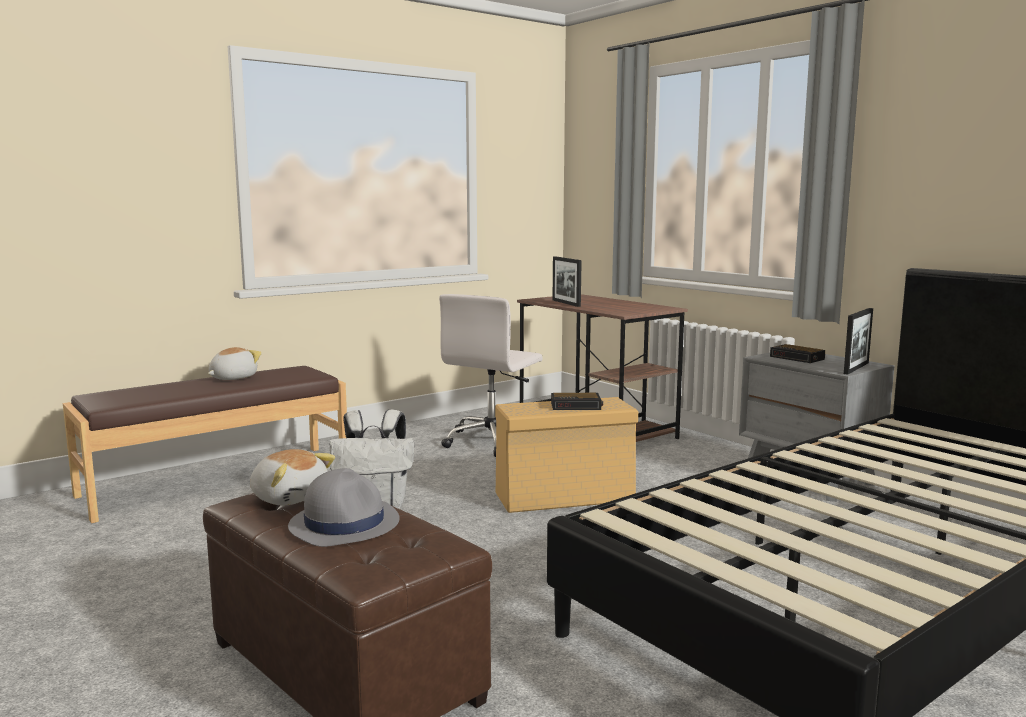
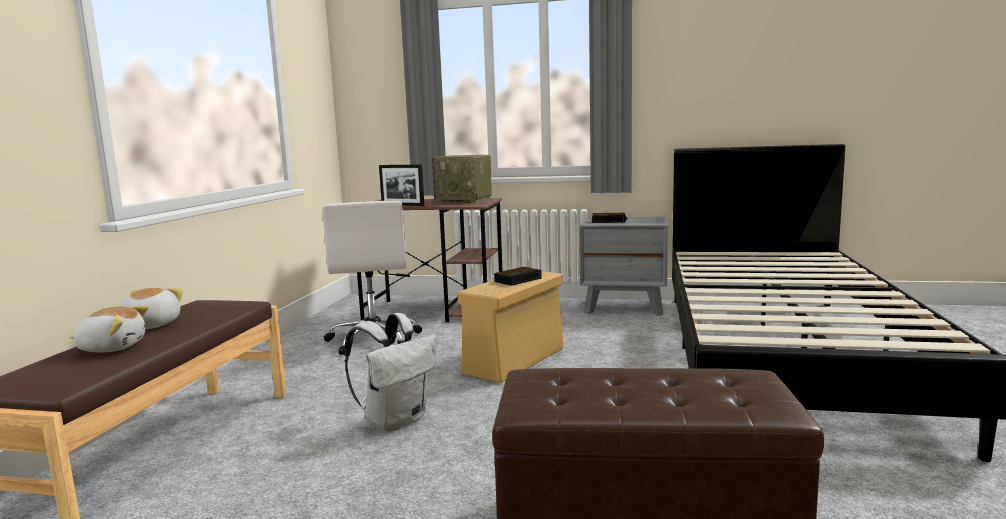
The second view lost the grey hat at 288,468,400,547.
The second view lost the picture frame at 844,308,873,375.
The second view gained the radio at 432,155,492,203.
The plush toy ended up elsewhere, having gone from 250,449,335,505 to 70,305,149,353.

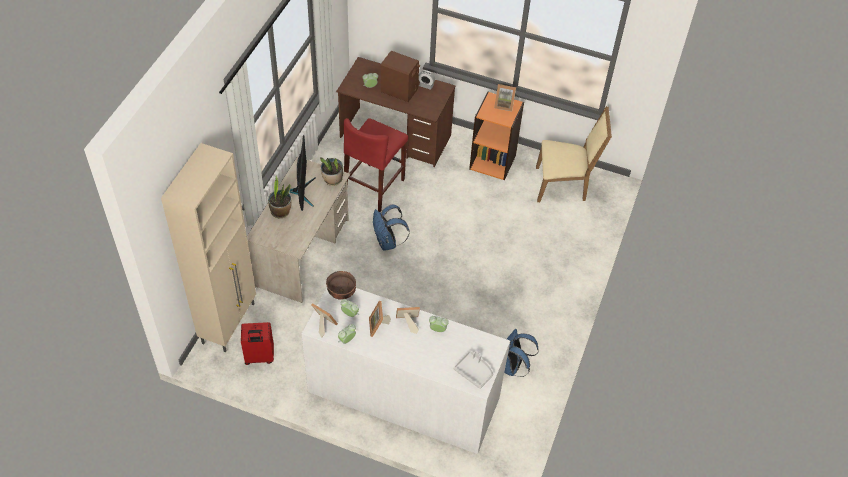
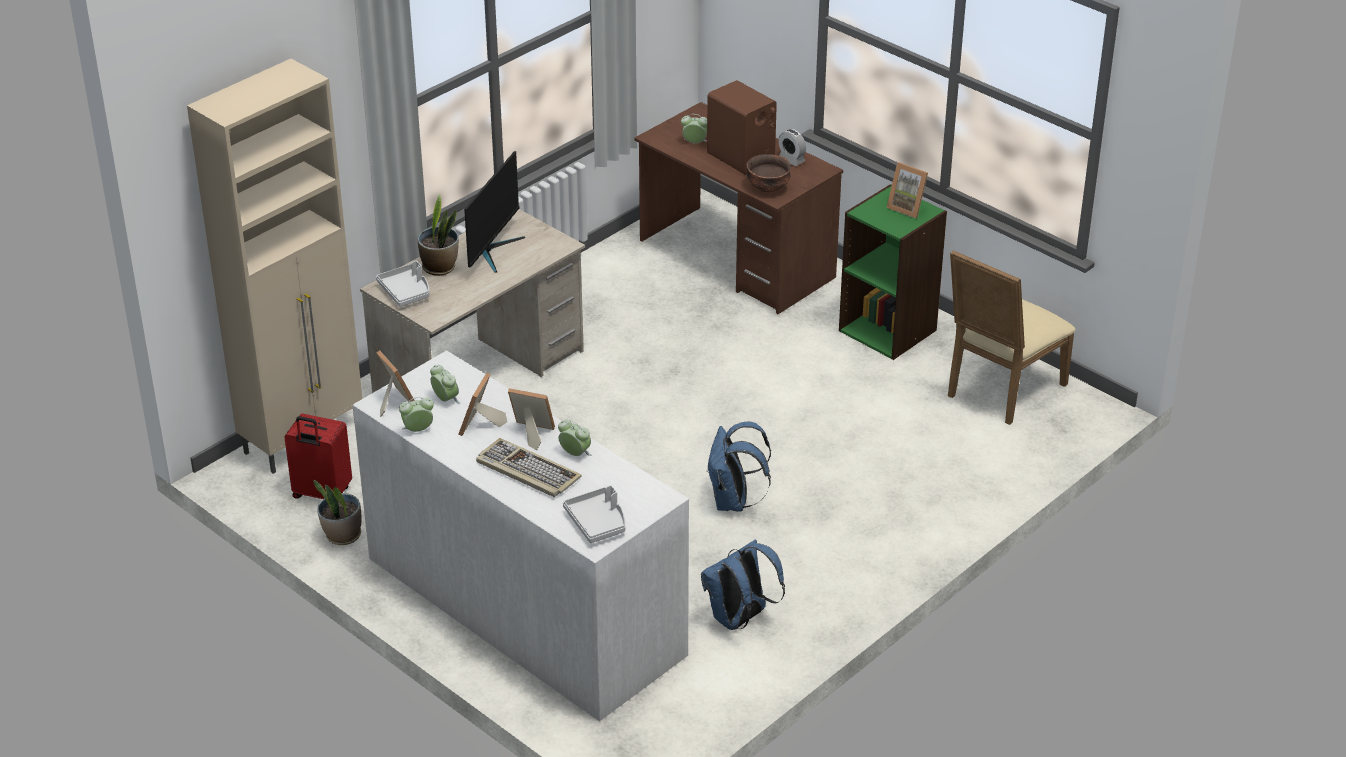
The second view lost the red stool at 344,118,408,212.
The second view gained the grey tray at 376,261,429,307.
The second view gained the keyboard at 476,438,582,497.
The potted plant ended up elsewhere, having gone from 320,157,343,186 to 313,480,362,545.
The brown bowl ended up elsewhere, having gone from 326,271,356,300 to 747,154,791,192.
The blue backpack ended up elsewhere, having gone from 373,204,410,251 to 707,421,771,512.
What was the orange bookcase at 469,91,524,180 turned into the green bookcase at 839,184,947,360.
The beige chair at 536,106,612,202 ended up facing another way, 105 degrees clockwise from before.

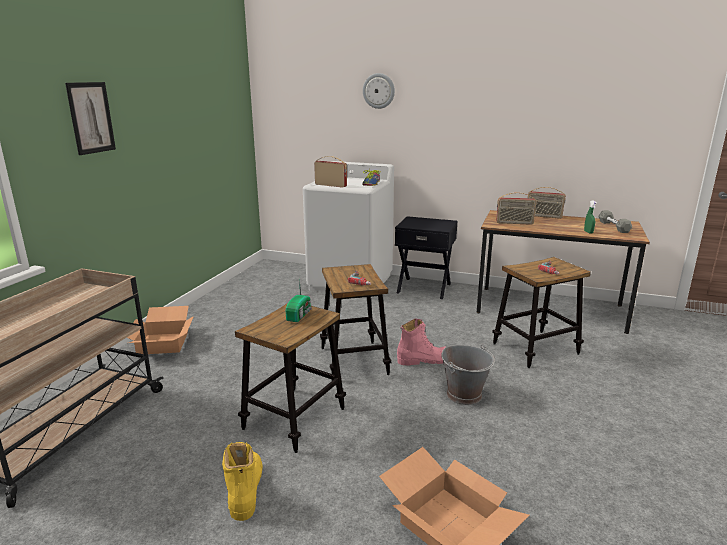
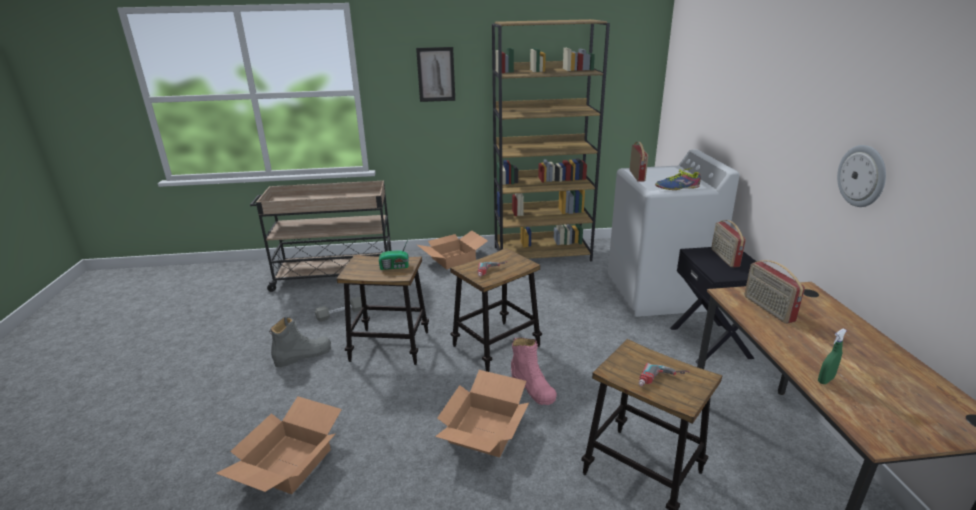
The second view gained the brown bookcase at 492,19,610,261.
The wall clock ended up elsewhere, having gone from 363,73,395,109 to 837,145,886,207.
The radio ended up elsewhere, having gone from 528,187,566,219 to 711,220,746,267.
The grey dumbbell ended up elsewhere, having gone from 598,210,632,233 to 315,297,362,322.
Where the grey bucket stood at 441,344,495,405, the cardboard box came to stand at 435,370,529,457.
What was the yellow boot at 222,442,263,521 turned into the grey boot at 269,317,331,367.

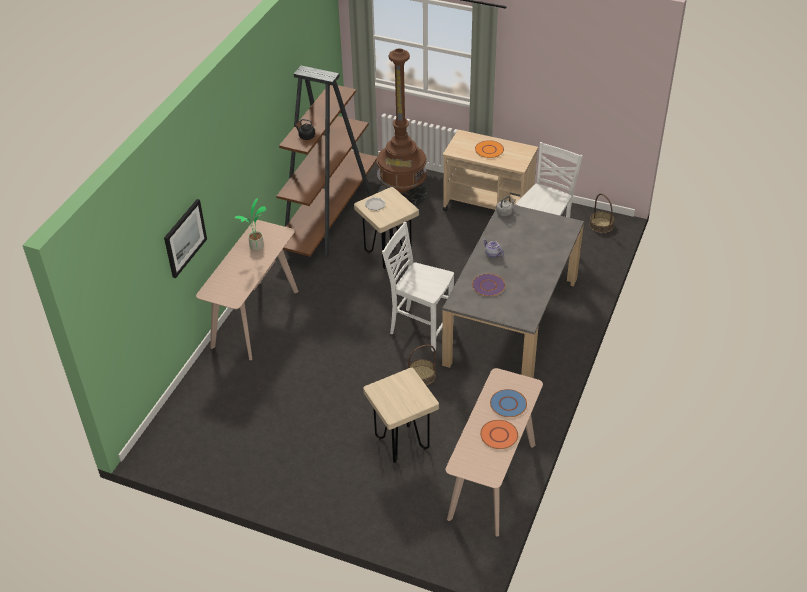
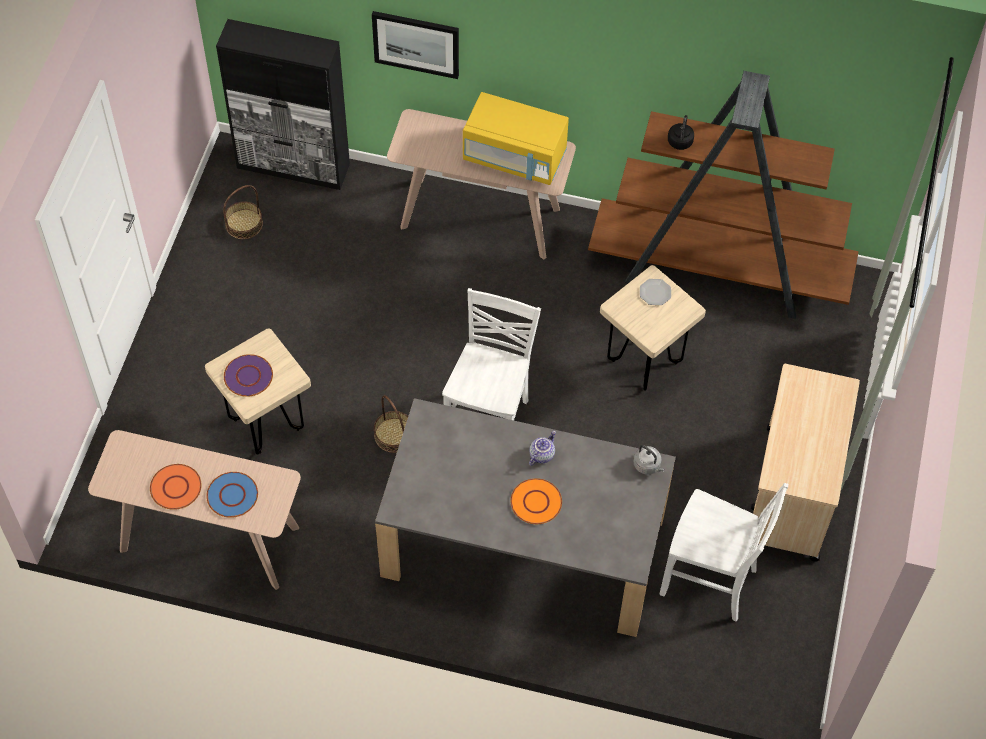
The second view lost the brown floor lamp at 377,48,427,207.
The second view gained the black cabinet at 216,19,350,190.
The purple plate ended up elsewhere, having gone from 472,274,505,296 to 224,354,273,397.
The orange plate ended up elsewhere, having gone from 475,140,504,158 to 511,478,562,524.
The basket ended up elsewhere, having gone from 589,194,615,233 to 223,185,263,239.
Where the potted plant stood at 235,198,266,251, the yellow microwave came to stand at 463,92,569,185.

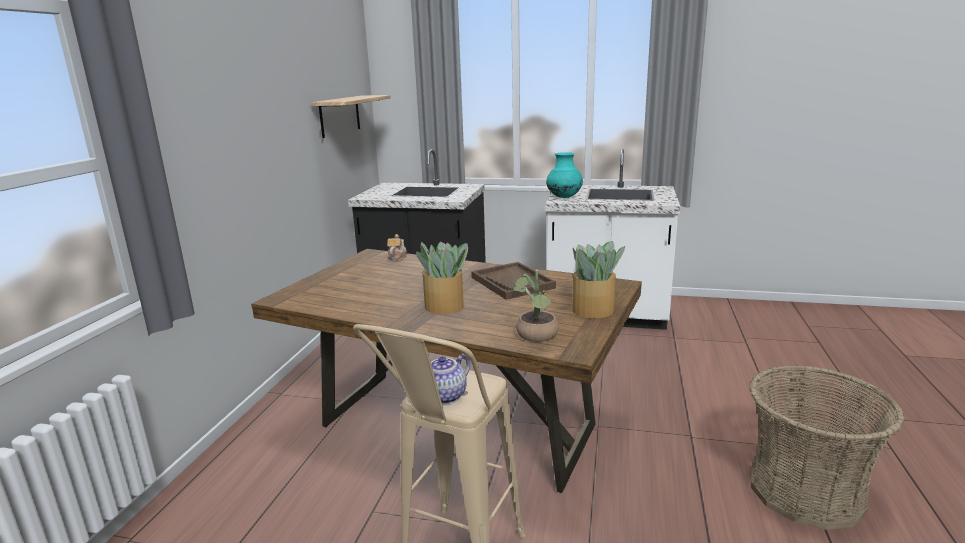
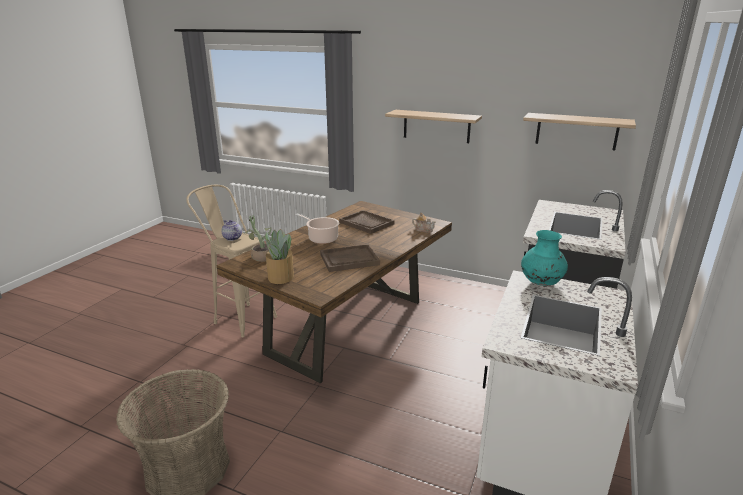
The second view gained the brown tray at 339,210,394,234.
The second view gained the shelf at 385,110,482,143.
Where the potted plant stood at 416,242,468,314, the cooking pot came to stand at 295,213,339,244.

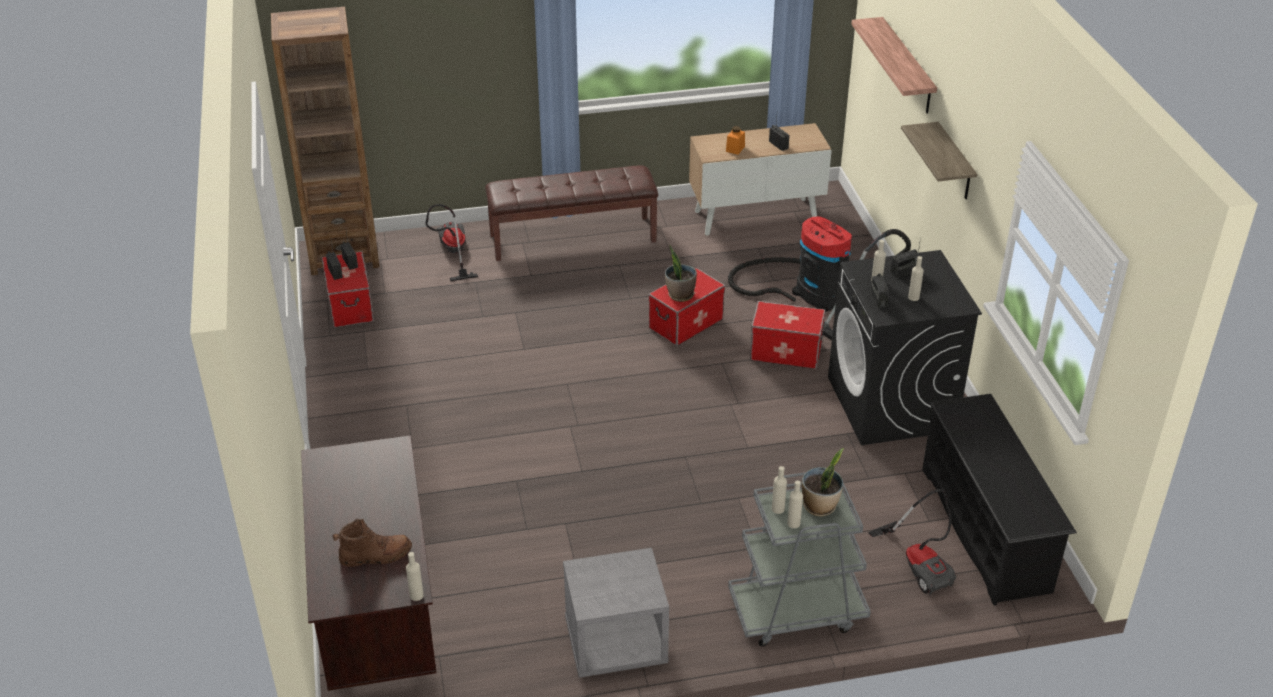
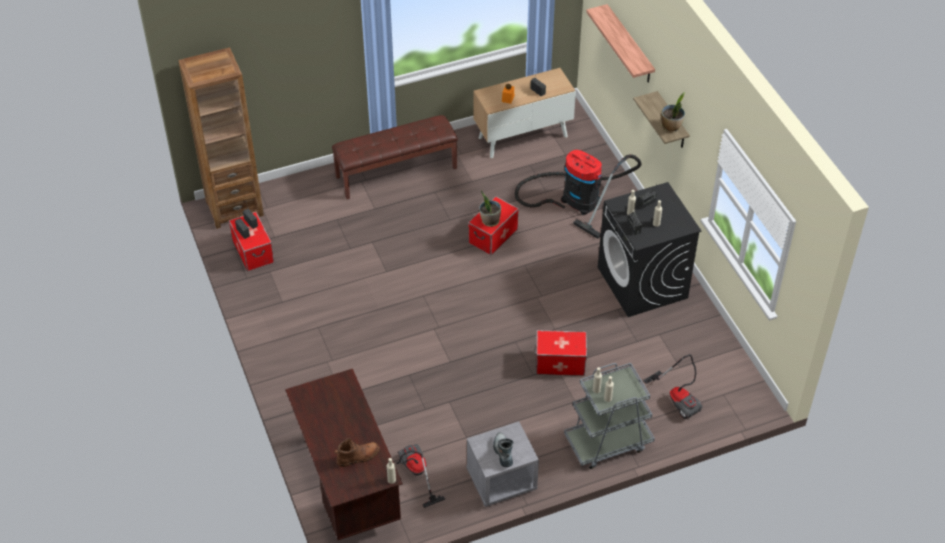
The second view lost the black shoe rack at 922,394,1077,606.
The second view gained the boot at 493,433,514,467.
The vacuum cleaner ended up elsewhere, having gone from 425,204,478,281 to 396,444,445,508.
The storage box ended up elsewhere, having gone from 750,301,825,369 to 535,330,587,376.
The potted plant ended up elsewhere, having gone from 802,448,844,516 to 661,92,685,133.

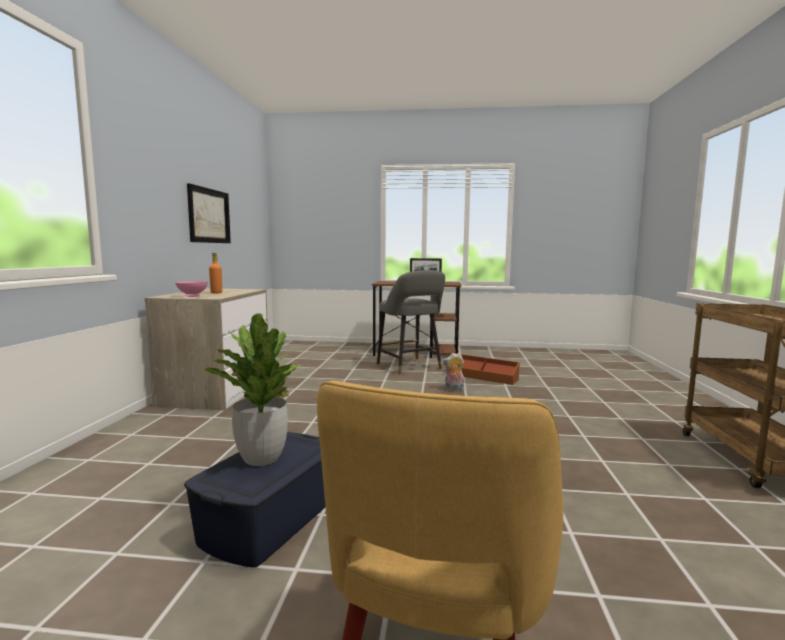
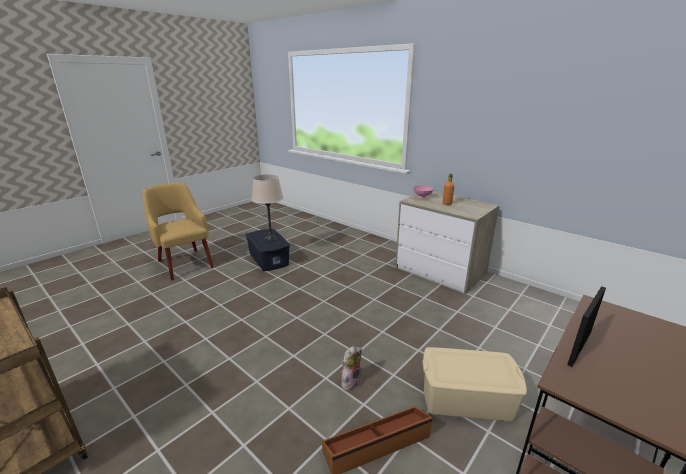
The second view lost the picture at 187,183,231,243.
Where the potted plant stood at 204,314,302,466, the beige table lamp came to stand at 252,174,283,241.
Where the grey stool stood at 377,270,445,375, the beige storage box came to stand at 422,347,527,422.

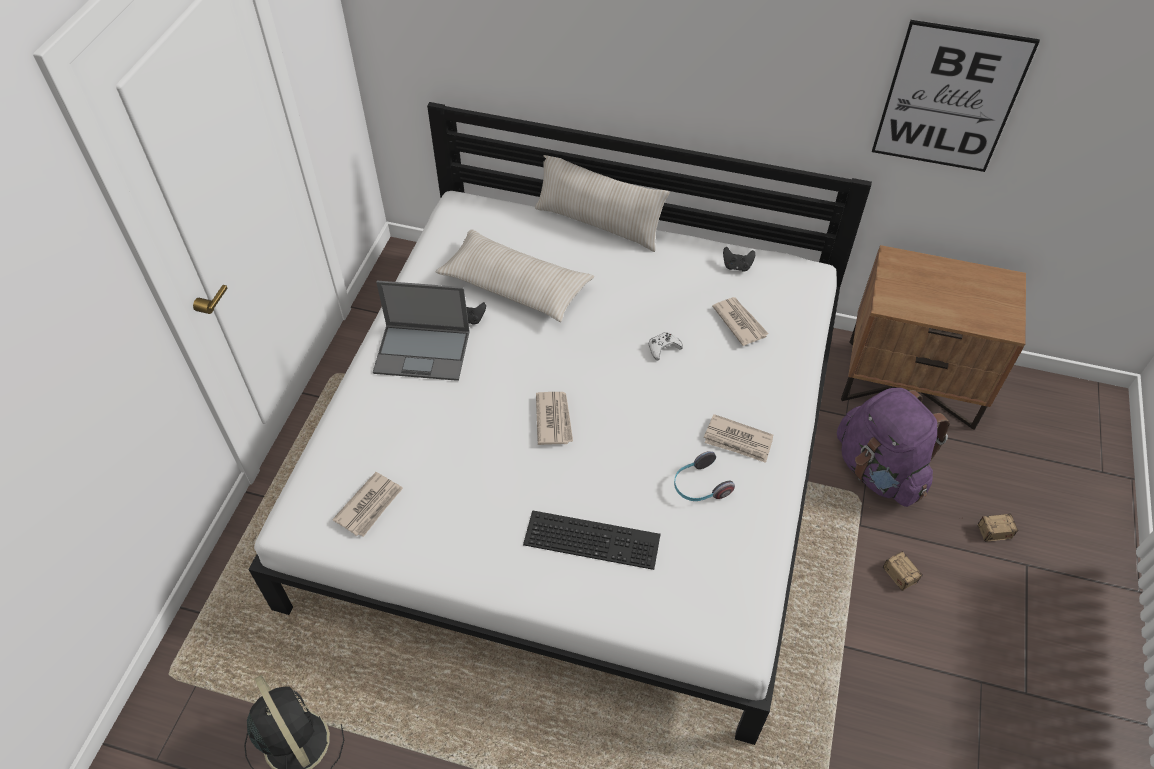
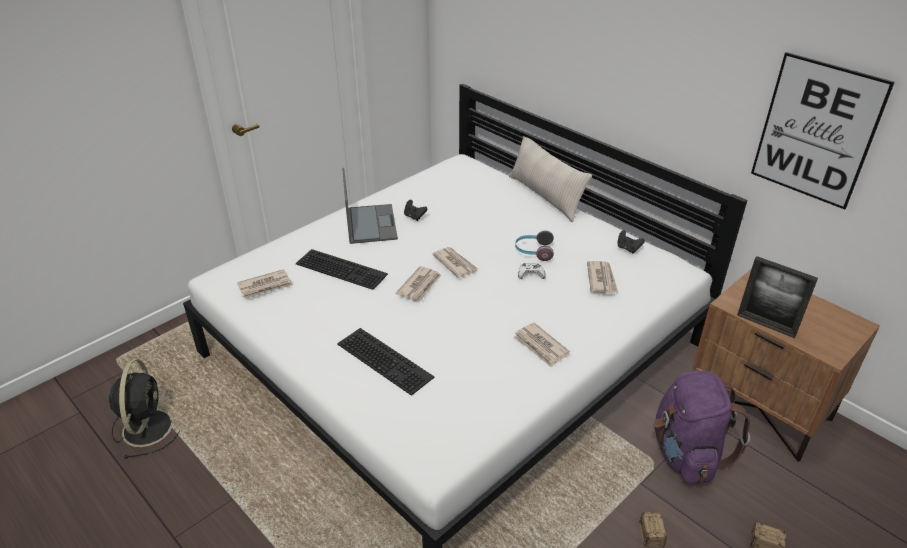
The second view lost the beige pillow at 435,229,594,322.
The second view gained the keyboard at 296,249,388,290.
The second view gained the newspaper at 433,247,478,278.
The second view gained the picture frame at 737,256,818,338.
The headphones ended up elsewhere, having gone from 674,451,735,501 to 515,231,554,261.
The laptop at 373,281,470,381 ended up facing another way, 135 degrees counterclockwise from before.

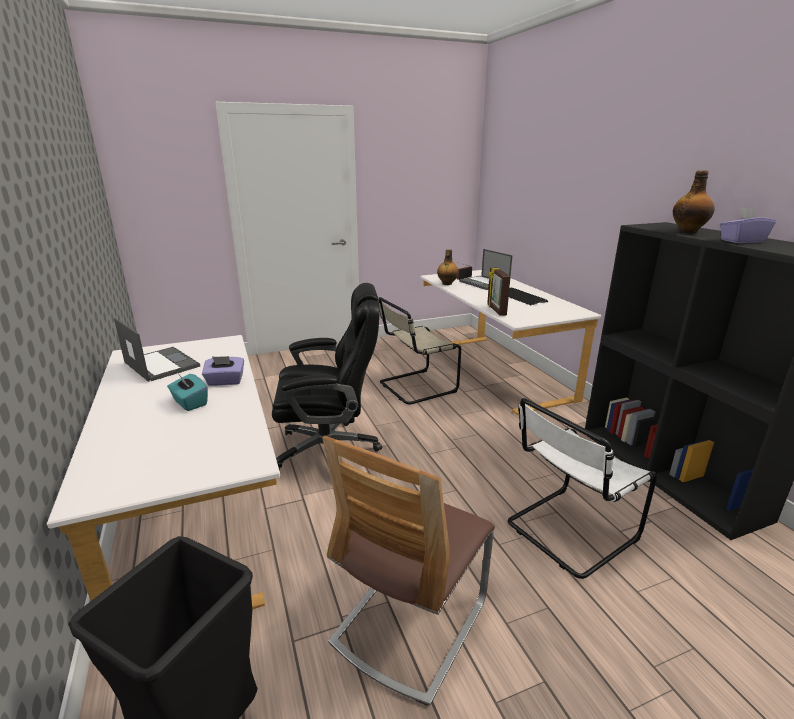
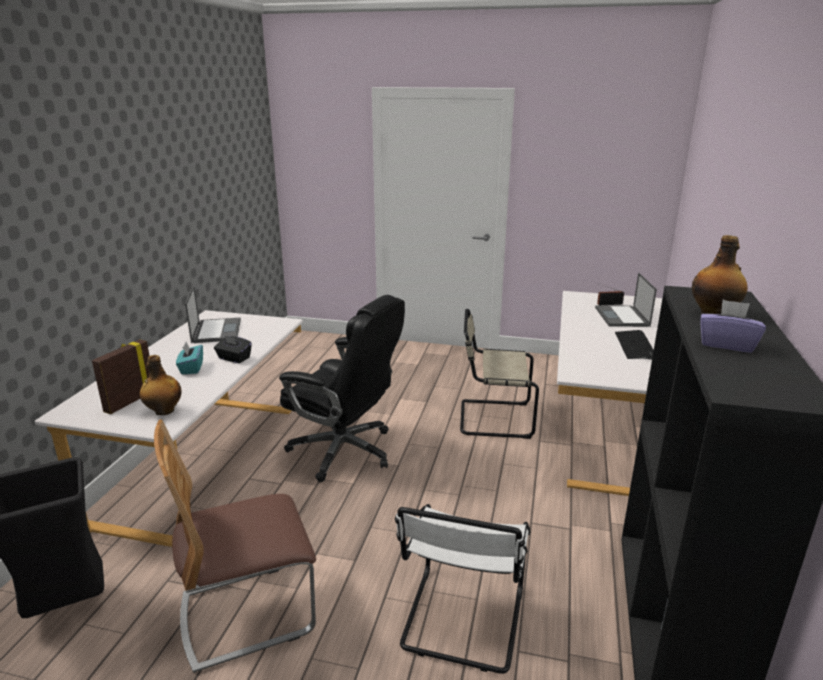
The bottle ended up elsewhere, having gone from 437,249,459,285 to 140,355,182,415.
The picture frame ended up elsewhere, having gone from 487,267,510,316 to 92,339,150,414.
What was the purple tissue box at 202,356,244,386 turned into the black tissue box at 214,335,252,363.
The white chair at 508,398,657,579 ended up facing another way, 75 degrees counterclockwise from before.

